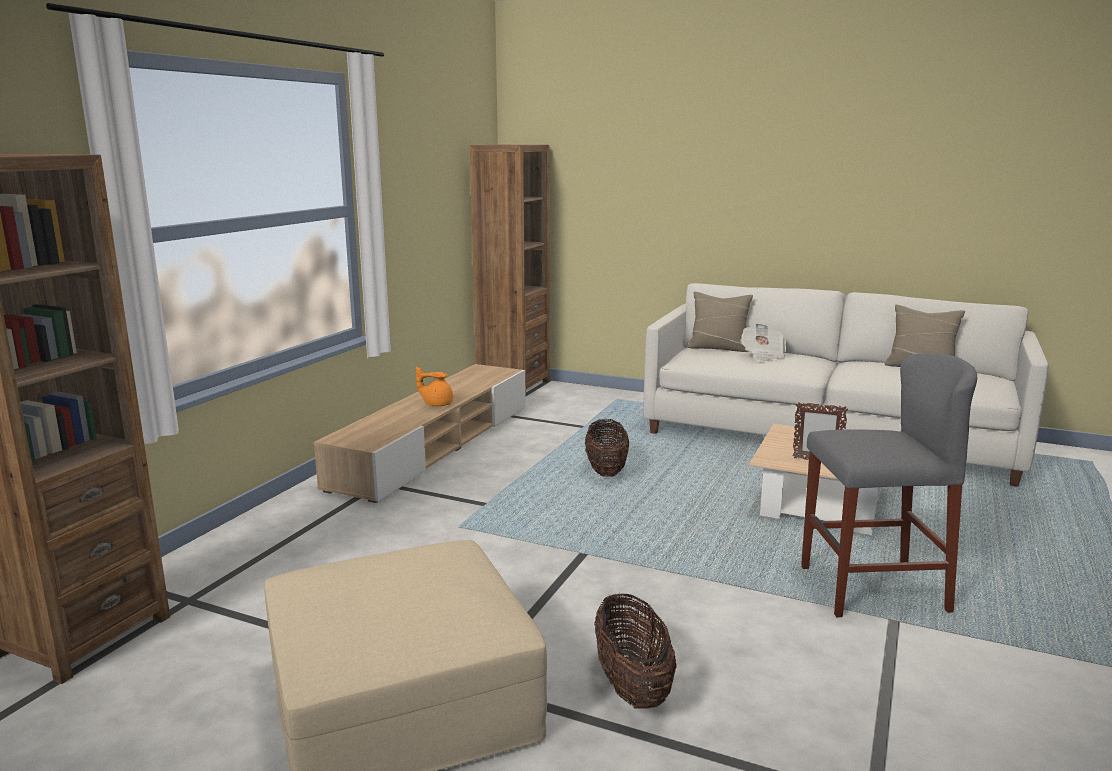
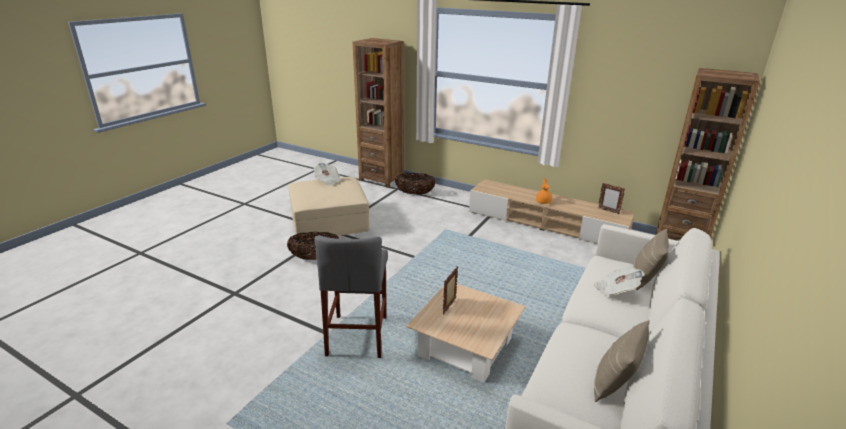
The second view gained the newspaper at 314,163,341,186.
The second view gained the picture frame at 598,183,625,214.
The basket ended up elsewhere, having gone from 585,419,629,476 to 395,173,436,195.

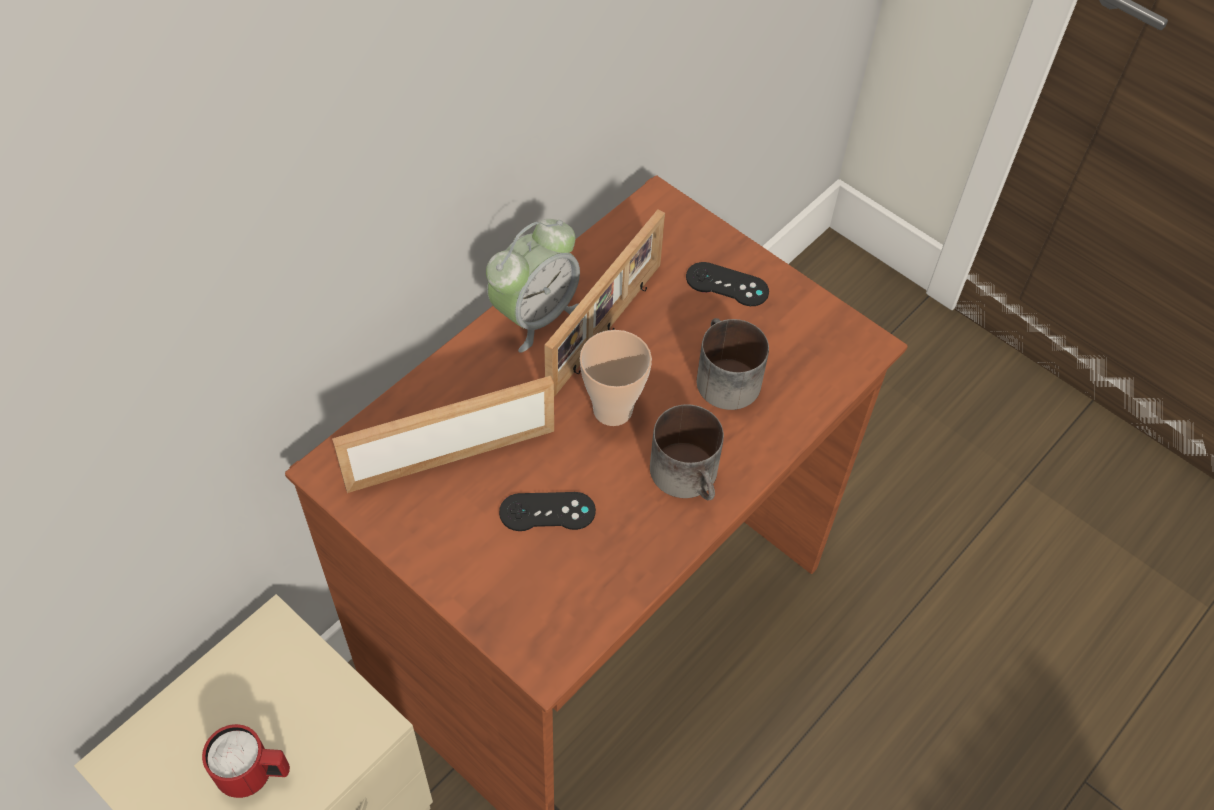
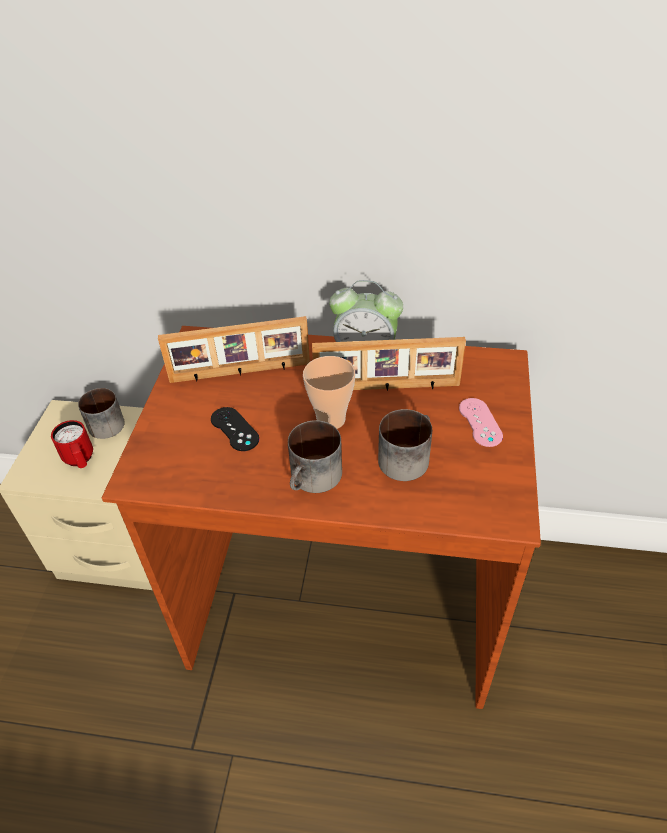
The second view gained the mug at 78,388,125,439.
What was the black game controller at 686,262,769,306 turned into the pink game controller at 459,398,503,447.
The picture frame at 332,376,554,493 ended up facing another way, 135 degrees clockwise from before.

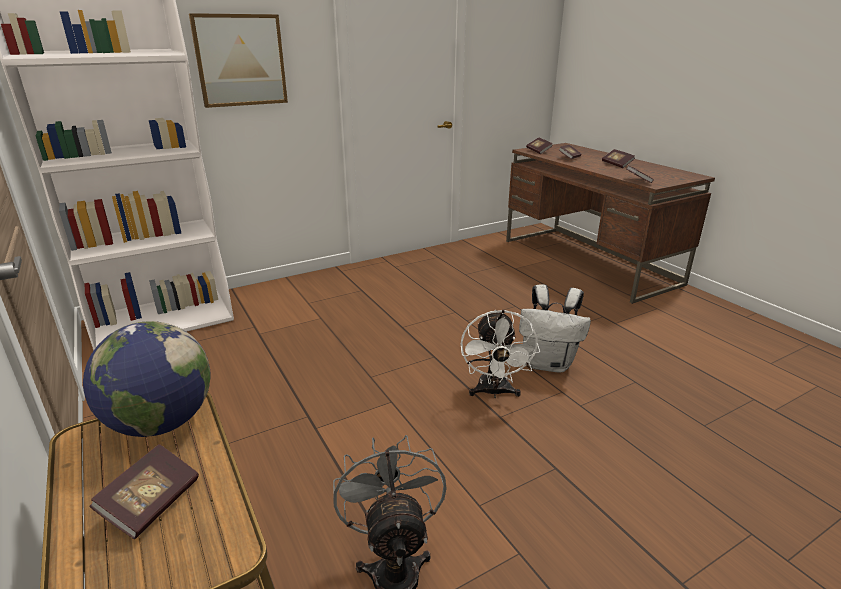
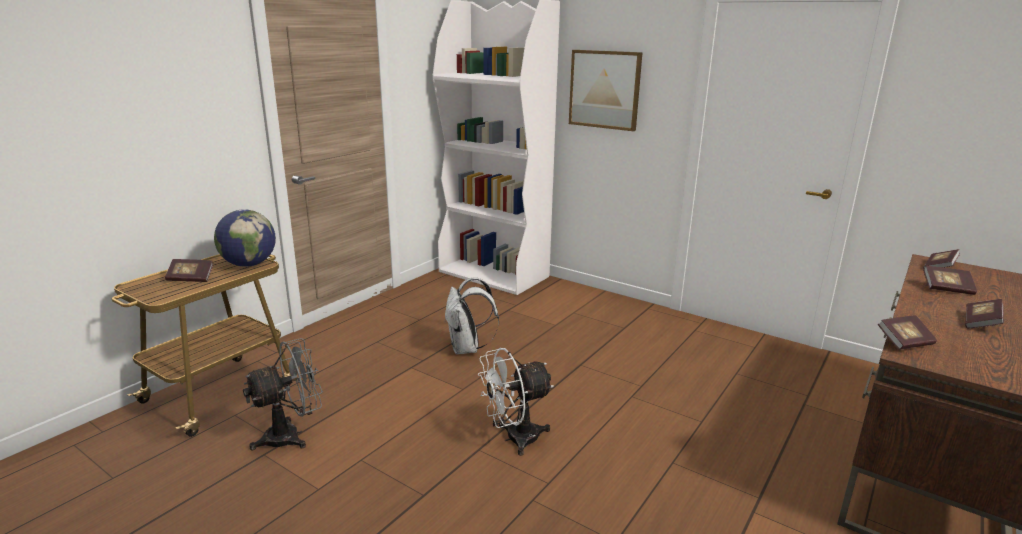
The white backpack ended up elsewhere, having gone from 519,284,591,373 to 445,277,499,354.

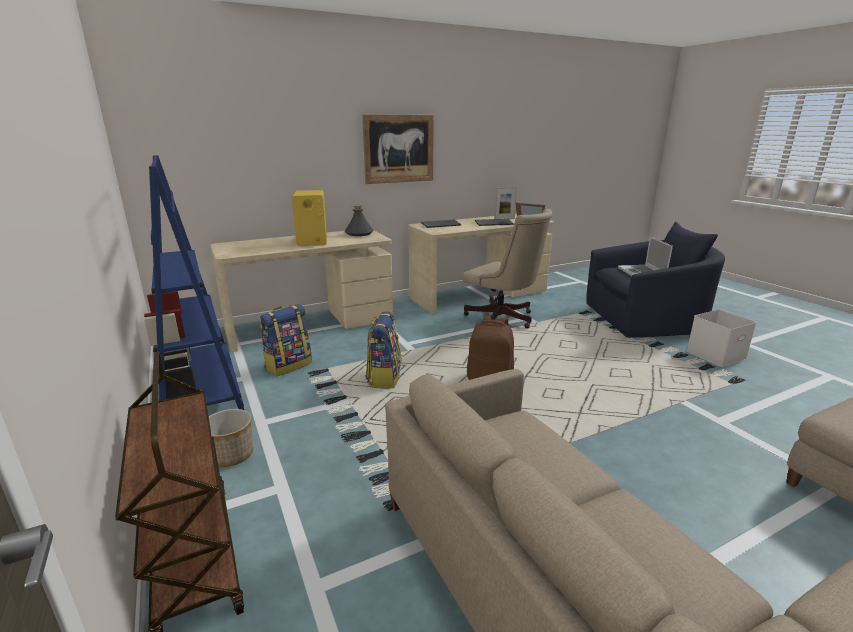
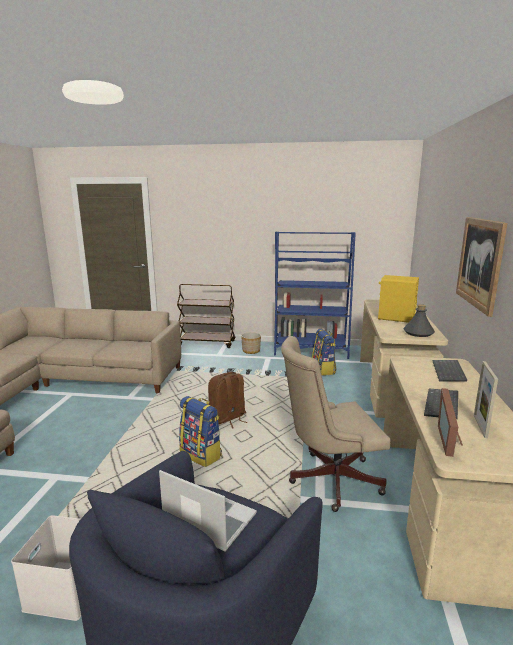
The backpack ended up elsewhere, having gone from 366,311,401,388 to 179,396,222,467.

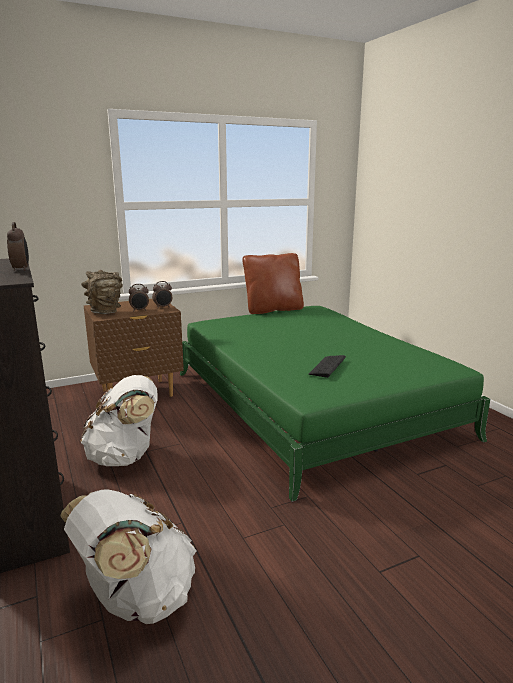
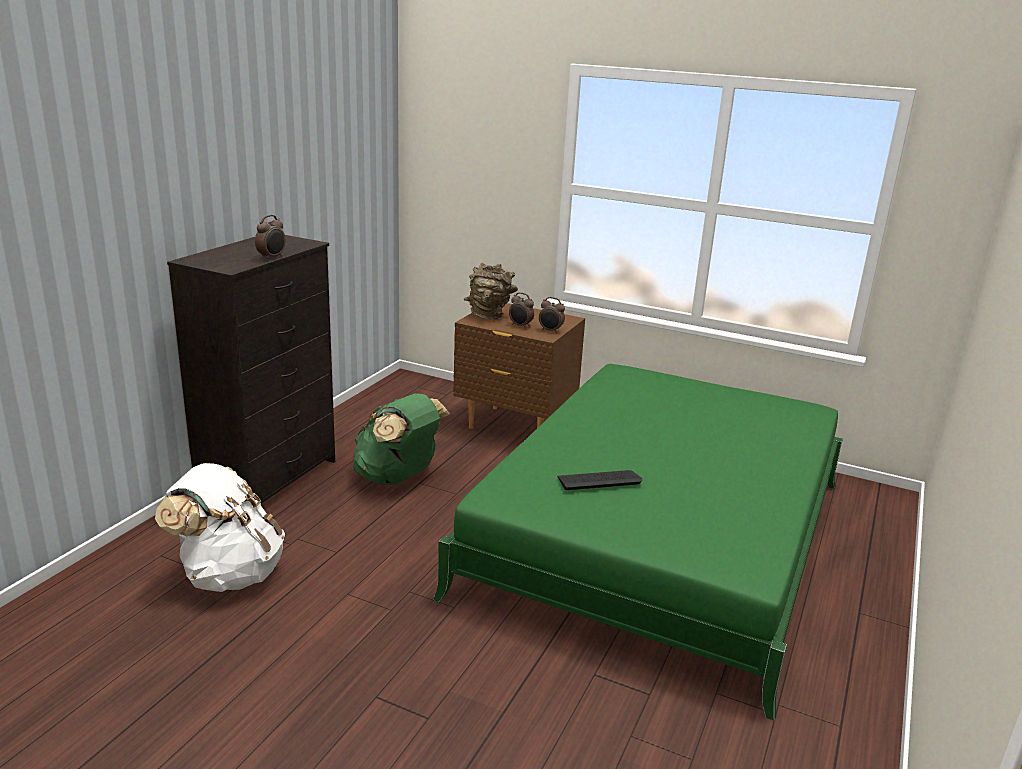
The second view lost the brown pillow at 242,253,304,314.
What was the white backpack at 80,375,158,466 turned into the green backpack at 353,393,450,485.

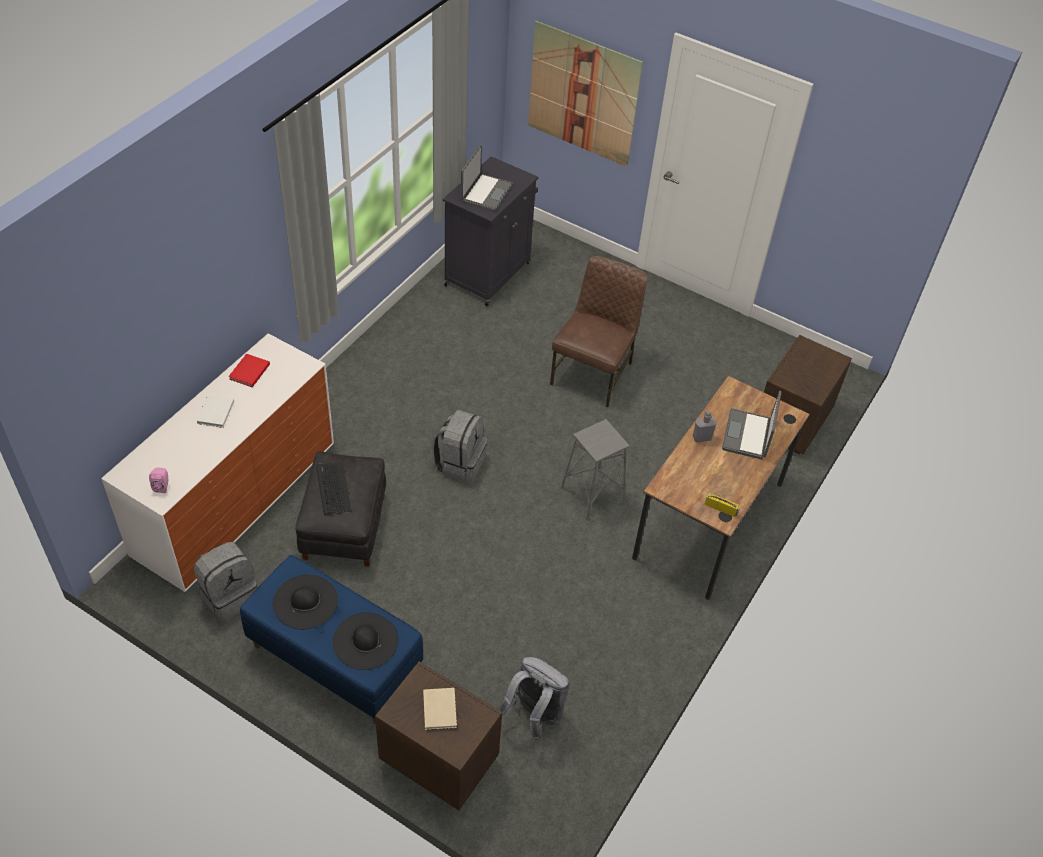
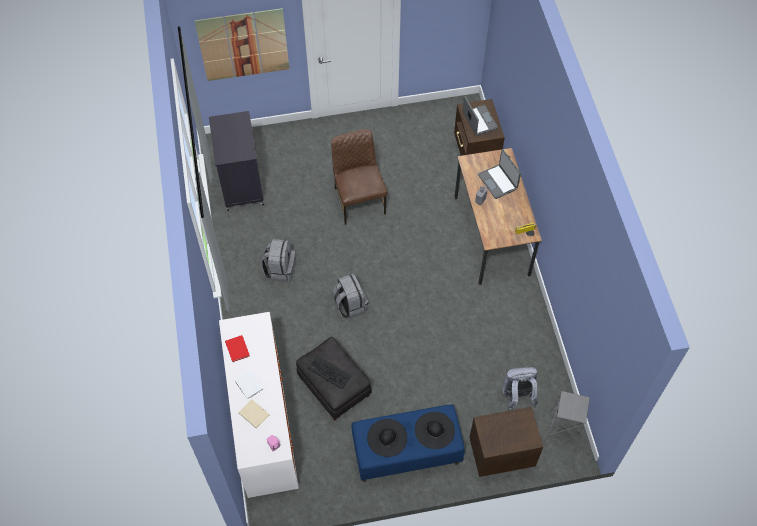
The grey backpack ended up elsewhere, having gone from 194,542,257,622 to 261,239,295,282.
The beige book ended up elsewhere, having gone from 423,688,457,730 to 238,399,270,429.
The laptop ended up elsewhere, having gone from 461,145,513,211 to 462,96,498,136.
The grey stool ended up elsewhere, having gone from 561,419,630,521 to 545,391,590,449.

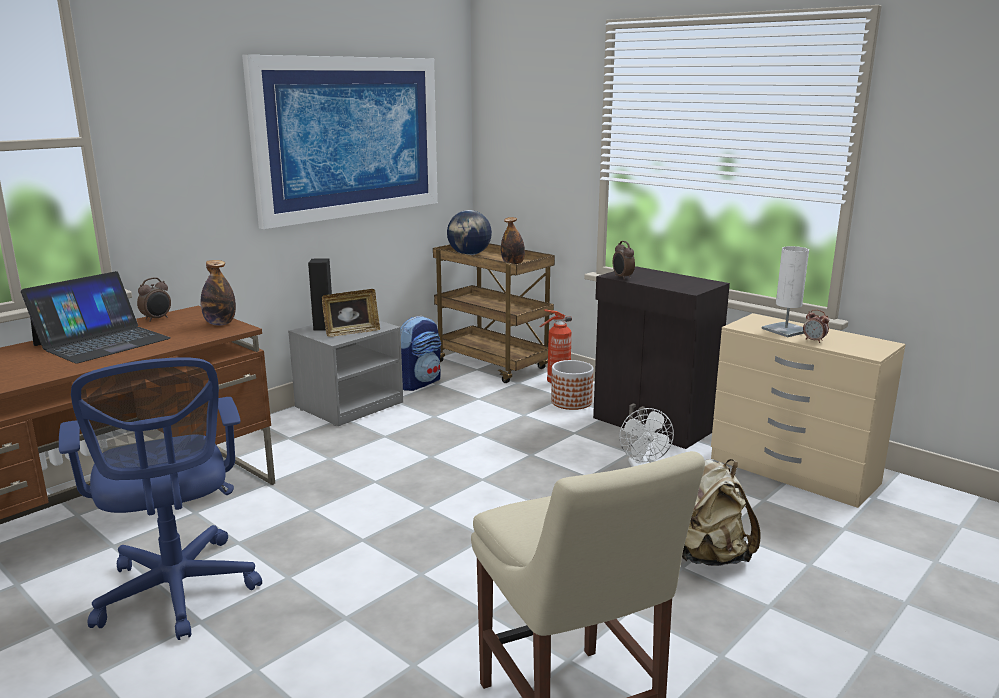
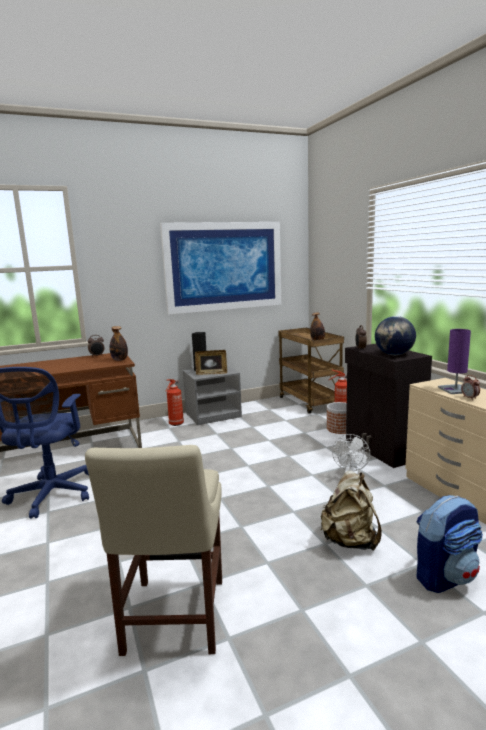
The second view lost the laptop at 21,271,171,364.
The second view gained the fire extinguisher at 166,379,184,426.
The backpack ended up elsewhere, having gone from 400,316,441,391 to 416,495,483,593.
The globe ended up elsewhere, having gone from 447,210,492,255 to 375,316,416,355.
What was the white table lamp at 762,246,809,337 turned into the purple table lamp at 438,329,471,394.

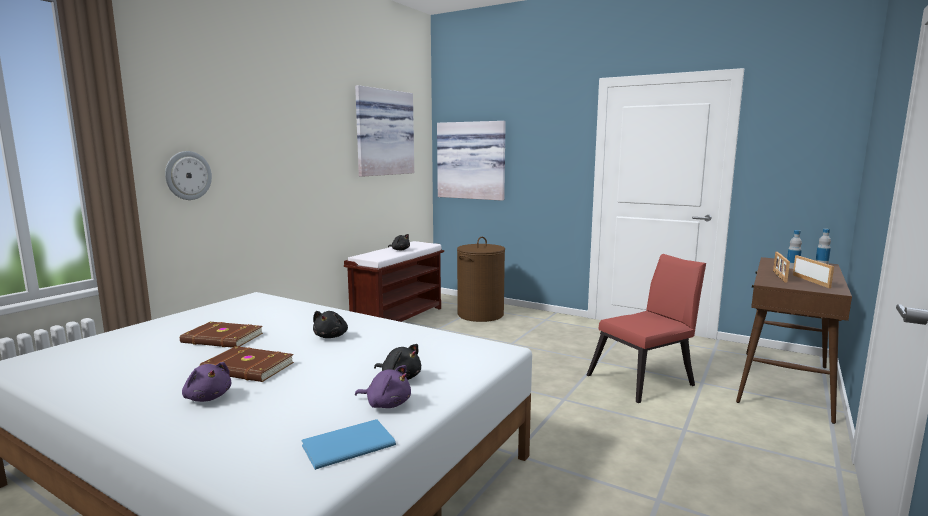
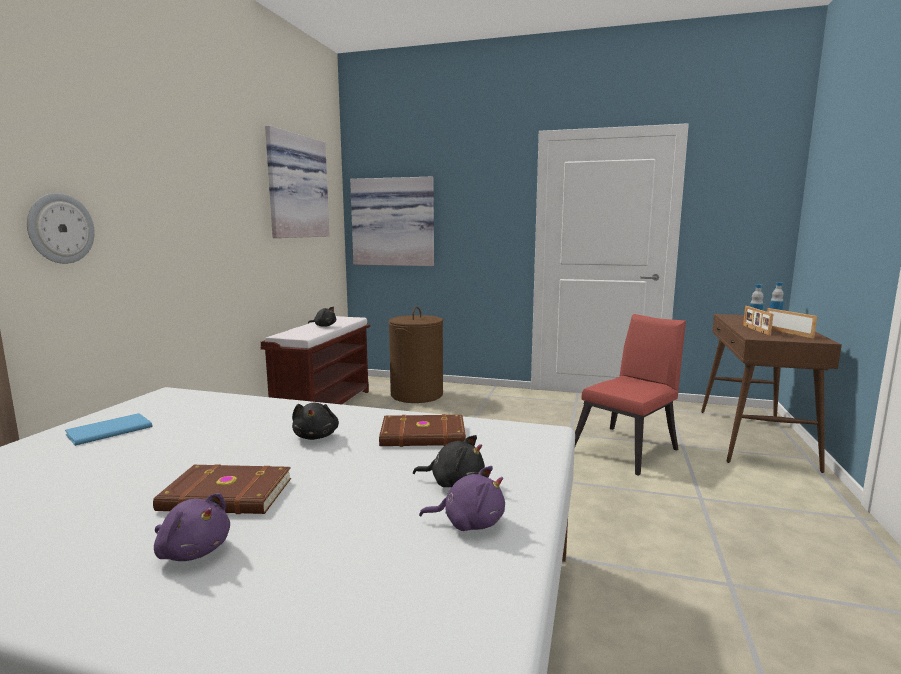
The brown book ended up elsewhere, having gone from 180,322,263,348 to 379,414,466,447.
The blue book ended up elsewhere, having gone from 302,419,396,470 to 65,413,152,446.

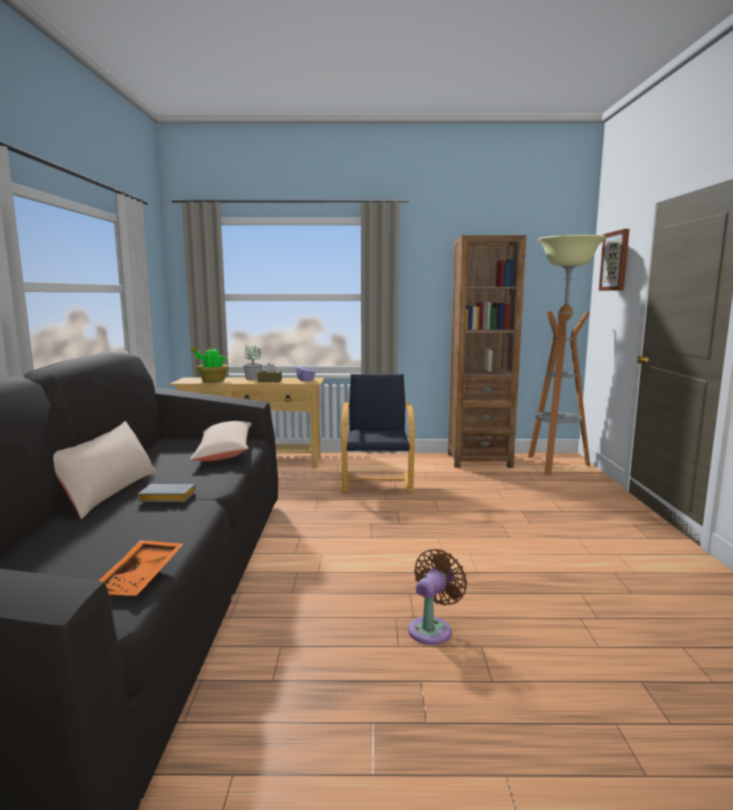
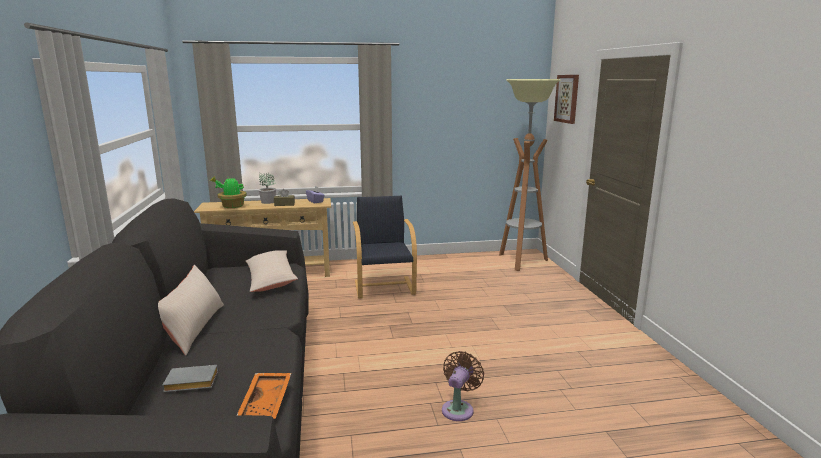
The second view lost the brown bookcase at 448,235,526,468.
The grey book ended up elsewhere, having gone from 138,484,196,502 to 163,365,218,392.

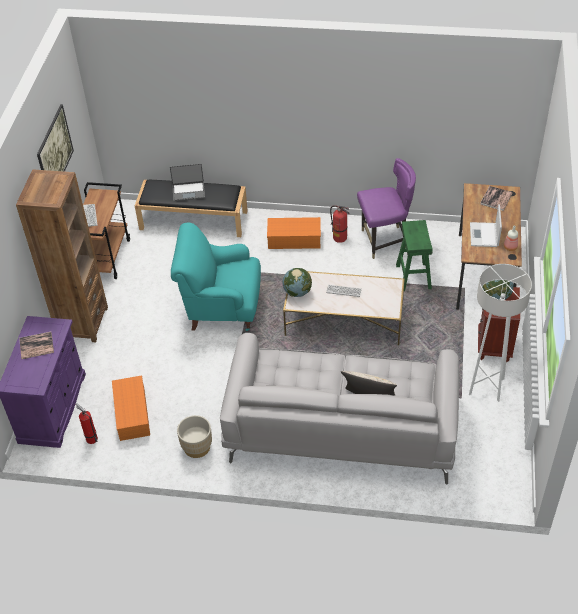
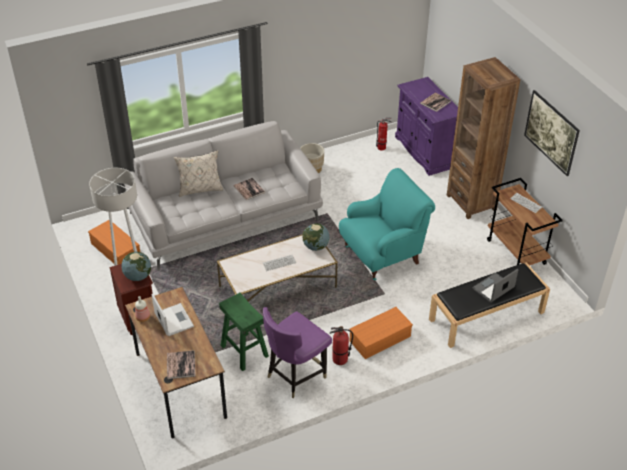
The second view gained the book at 234,178,265,200.
The orange storage box ended up elsewhere, having gone from 112,375,150,441 to 88,220,140,265.

